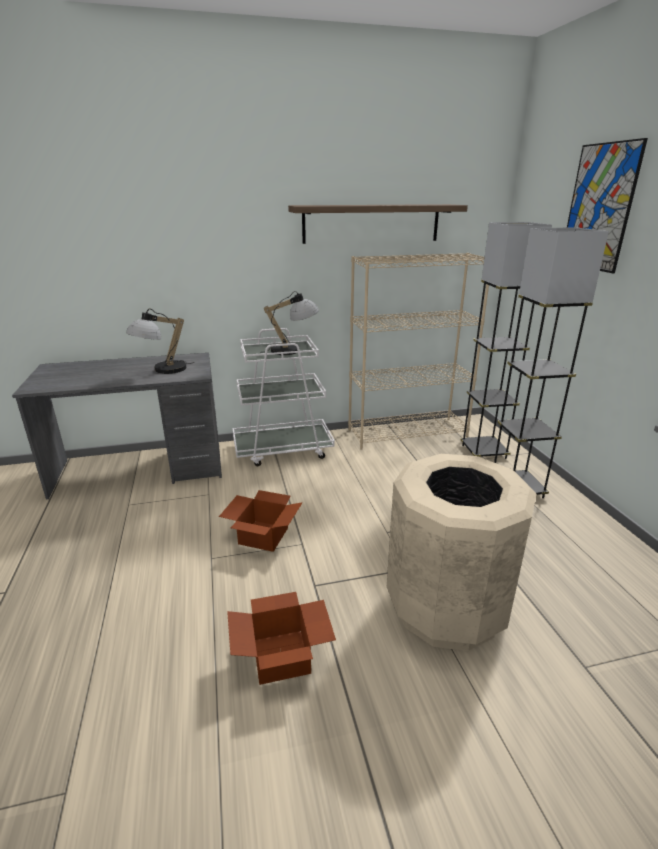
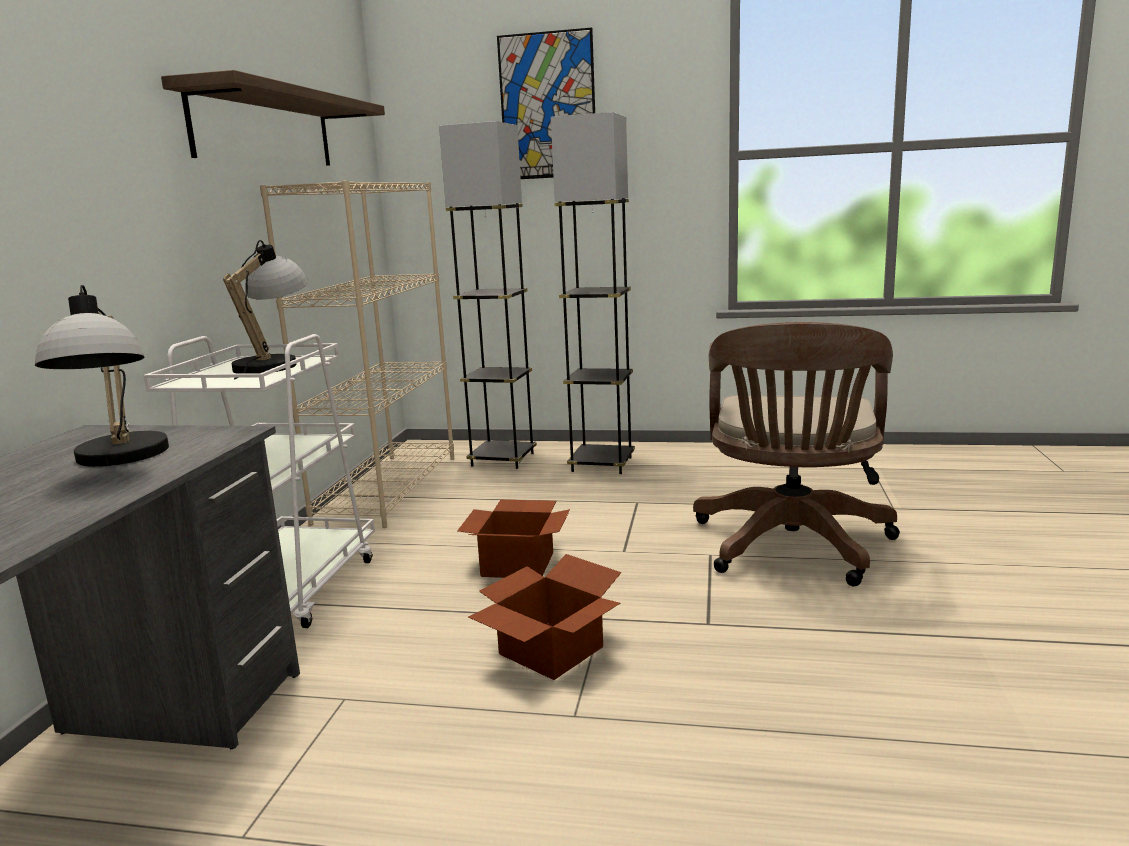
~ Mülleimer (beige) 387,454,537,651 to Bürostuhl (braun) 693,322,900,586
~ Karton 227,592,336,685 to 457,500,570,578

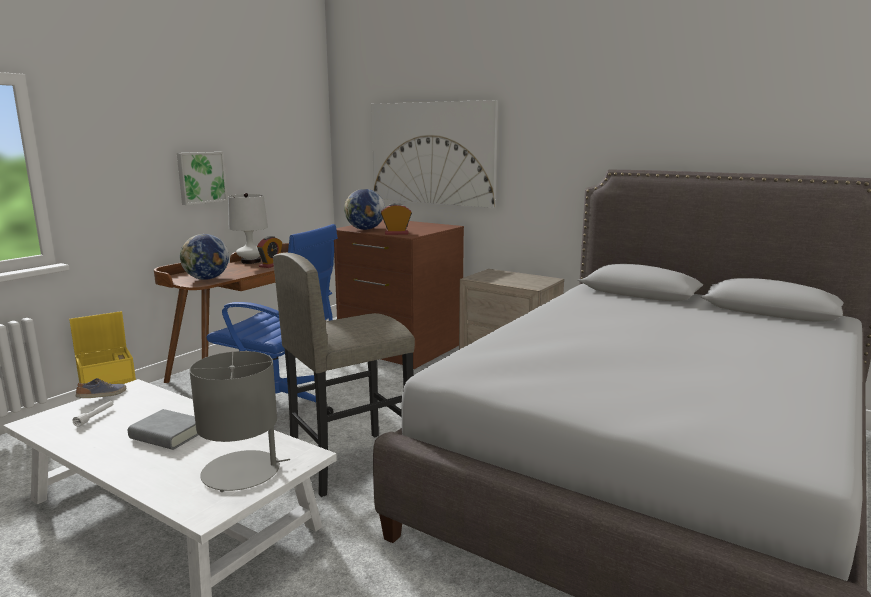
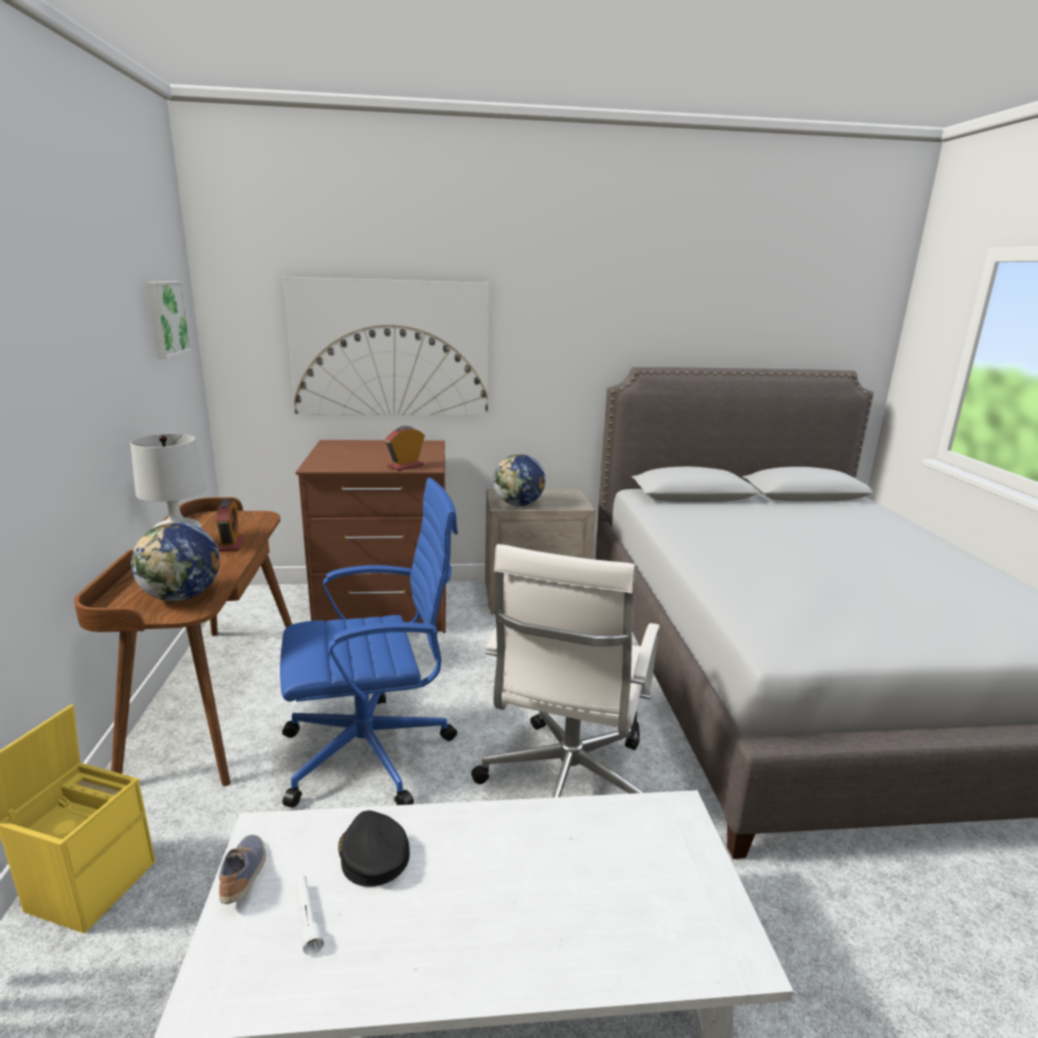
~ Bild 177,152,228,205 to 145,281,192,359
~ Globus 344,189,385,230 to 493,454,546,506
~ Hocker (grau) 273,253,415,497 to Bürostuhl (weiß) 471,544,660,797
- Tischlampe (grau) 190,351,290,492
- Buch (grau) 128,409,198,450
+ Kappe (schwarz) 338,810,410,887

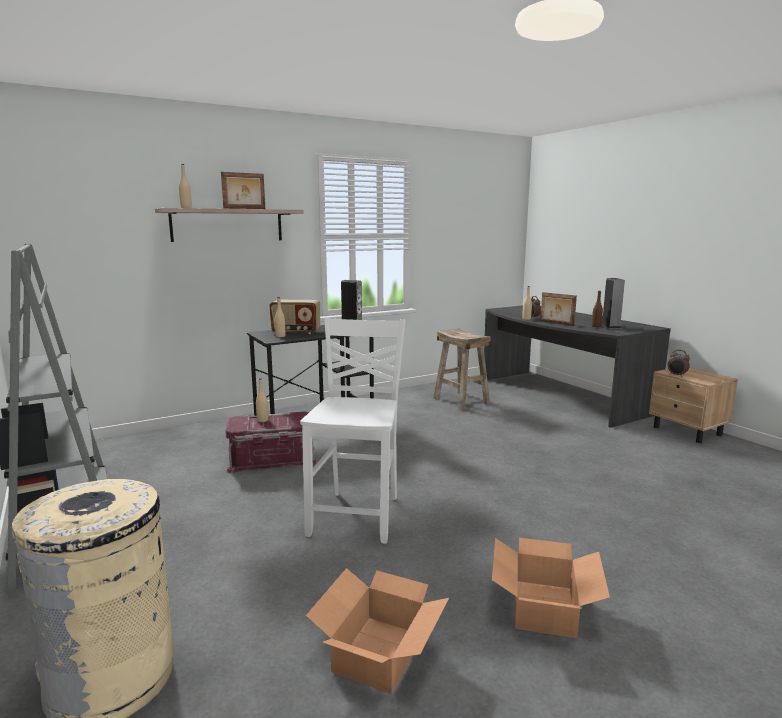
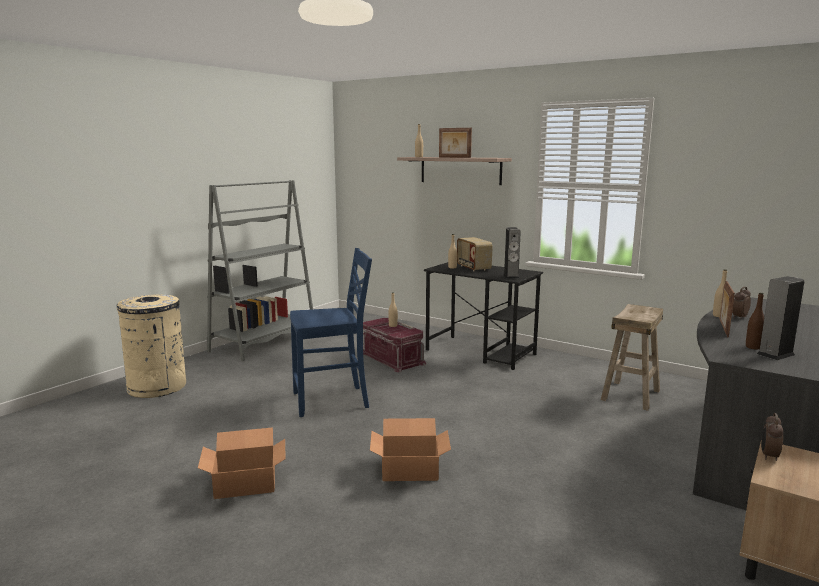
~ Stuhl (weiß) 300,317,406,544 to Stuhl (blau) 290,248,372,417
~ Karton 306,568,449,694 to 370,418,451,481

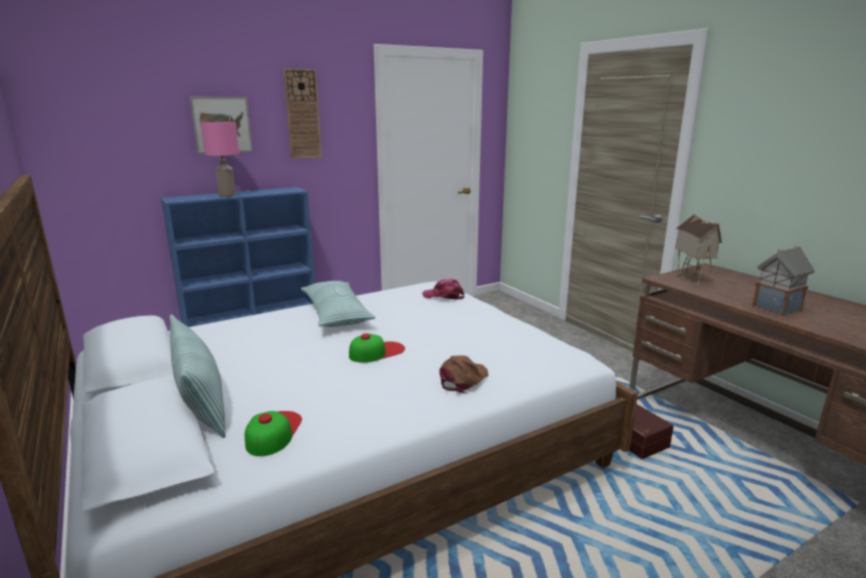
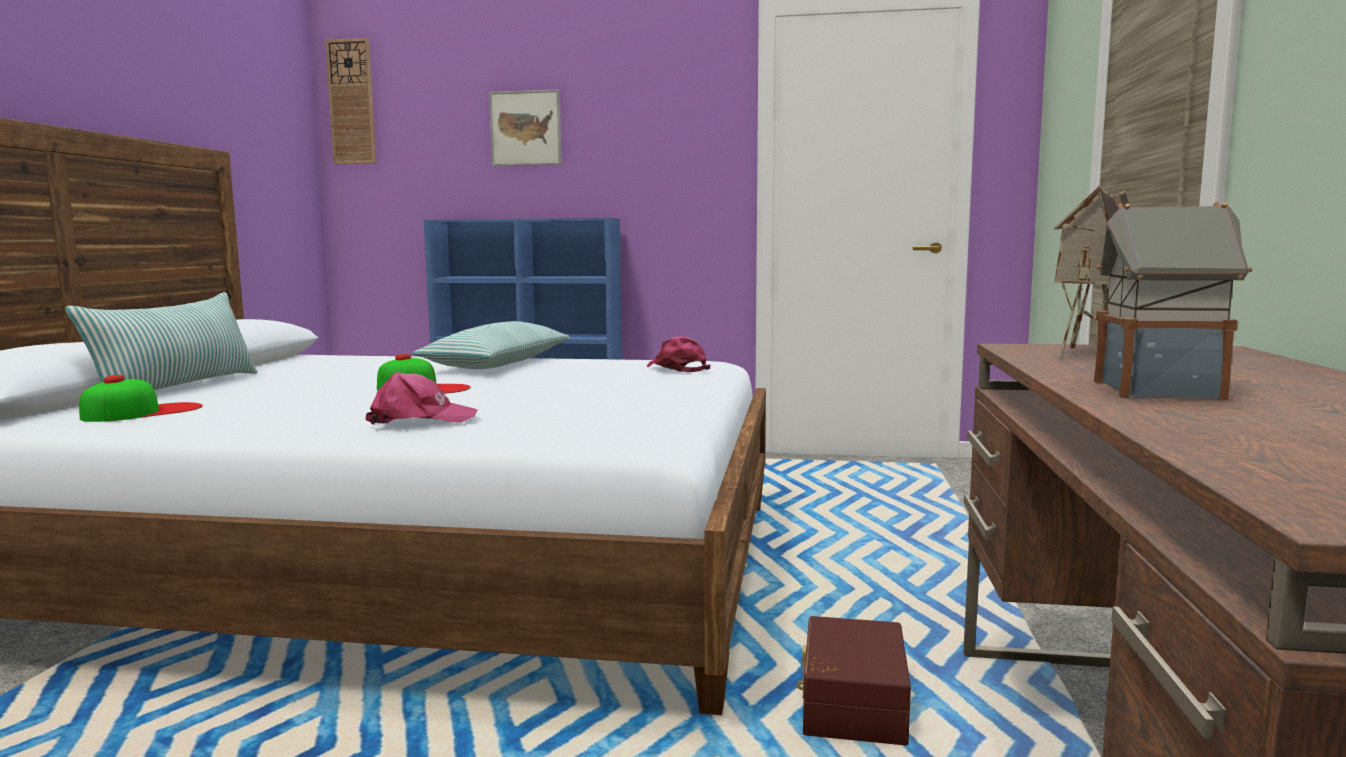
~ Wanduhr 284,68,322,159 to 325,38,377,164
- Tischlampe (rosa) 201,122,239,197
~ Kappe (braun) 439,355,488,393 to Kappe (rosa) 365,372,478,425

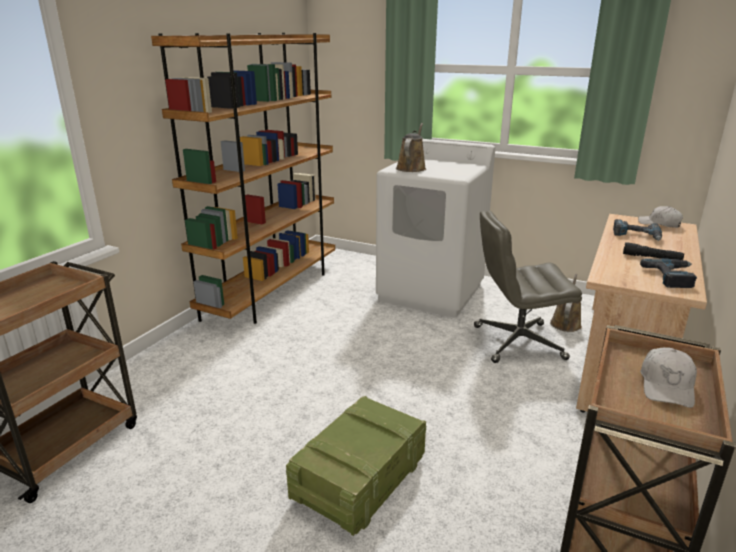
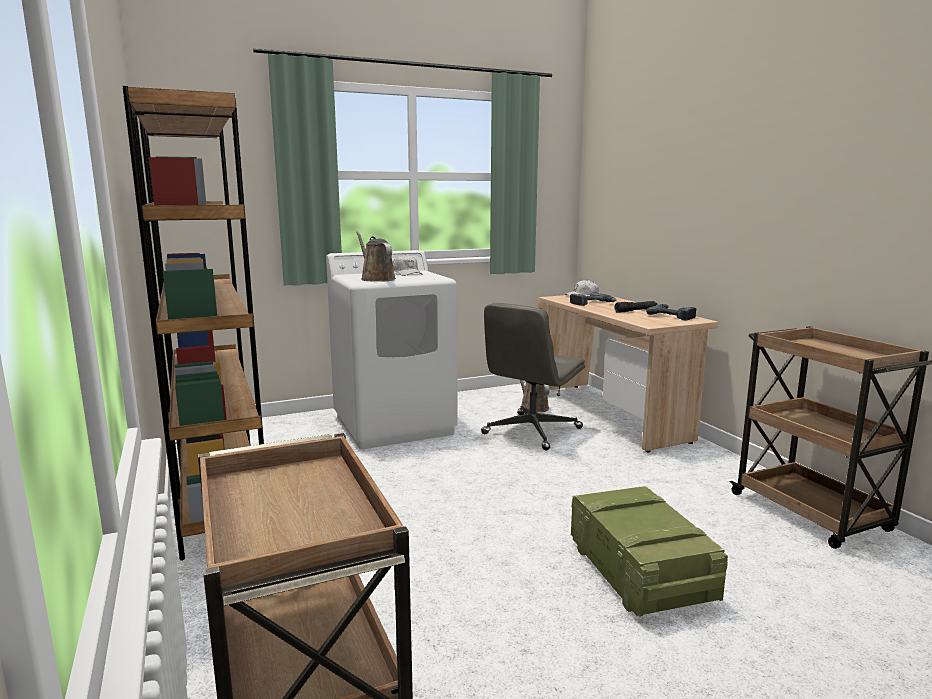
~ Kappe (weiß) 640,347,697,408 to 393,254,423,276

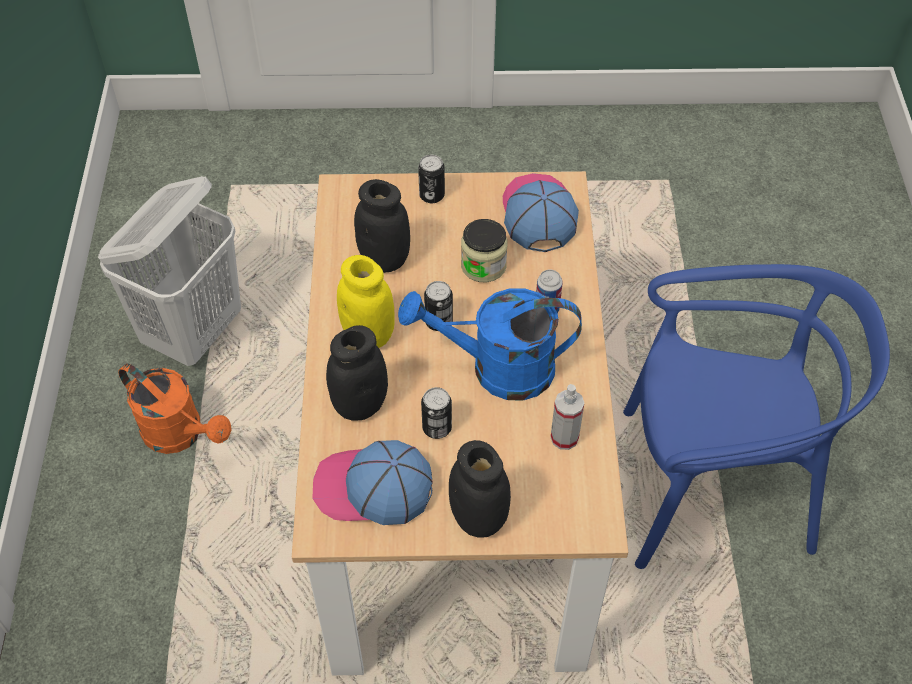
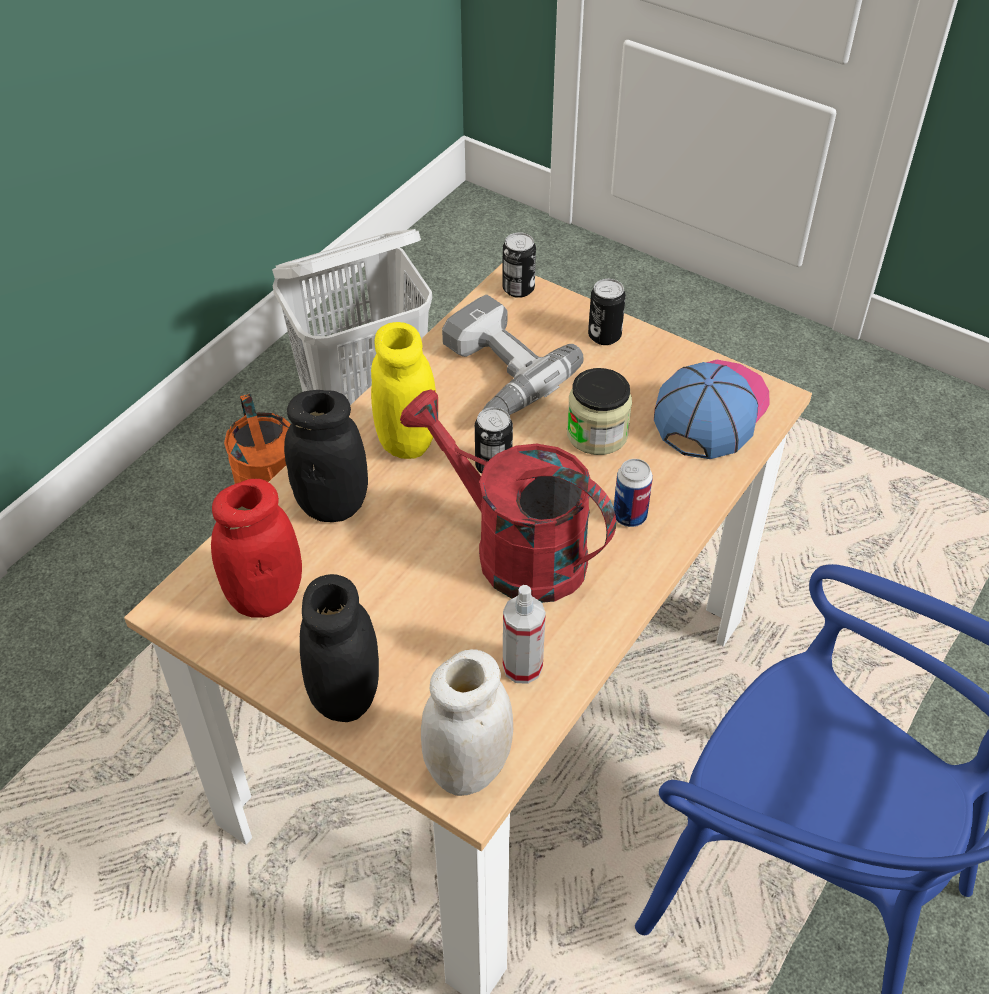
~ Vorratsglas (schwarz) 354,179,410,273 to Bohrmaschine 442,295,584,415
~ Gießkanne (blau) 398,288,582,401 to Gießkanne (rot) 400,389,616,603
~ Dose 421,387,452,439 to 502,232,536,298
~ Kappe 312,440,433,525 to Vorratsglas (rot) 211,479,302,618
+ Vorratsglas (weiß) 421,649,513,796

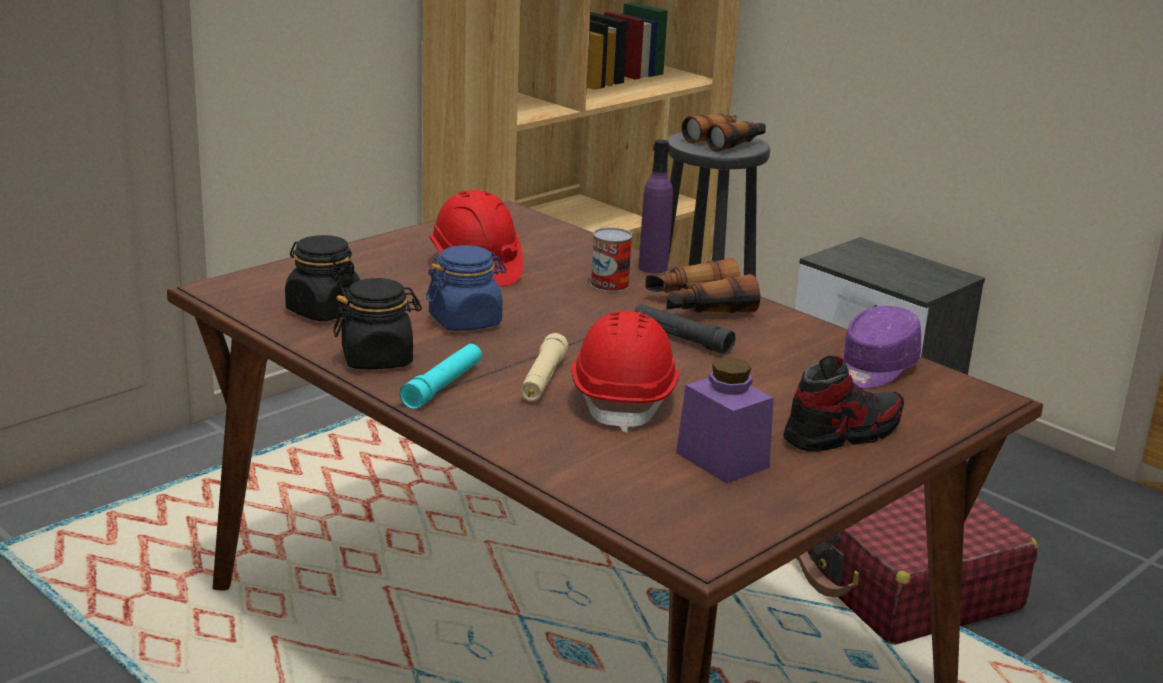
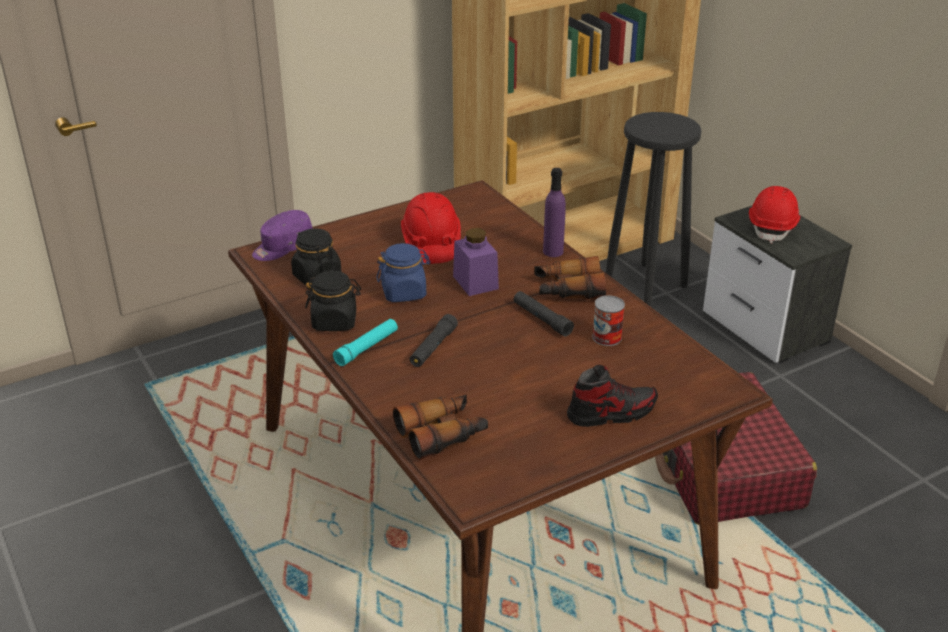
~ Fernglas 682,114,766,152 to 393,395,488,461
~ Dose 591,228,632,292 to 592,295,625,346
~ Kappe (lila) 842,306,921,389 to 252,210,313,261
~ Schutzhelm (rot) 572,311,679,432 to 749,186,801,243
~ Taschenlampe (beige) 520,333,568,402 to Taschenlampe (schwarz) 409,314,458,367
~ Vorratsglas (lila) 676,357,774,484 to 453,228,499,296

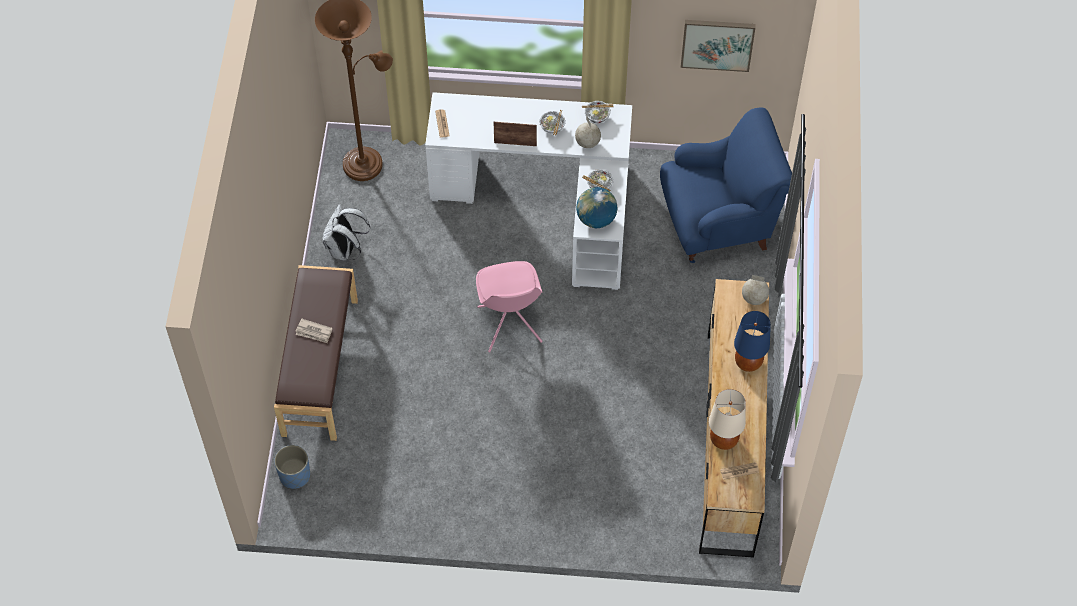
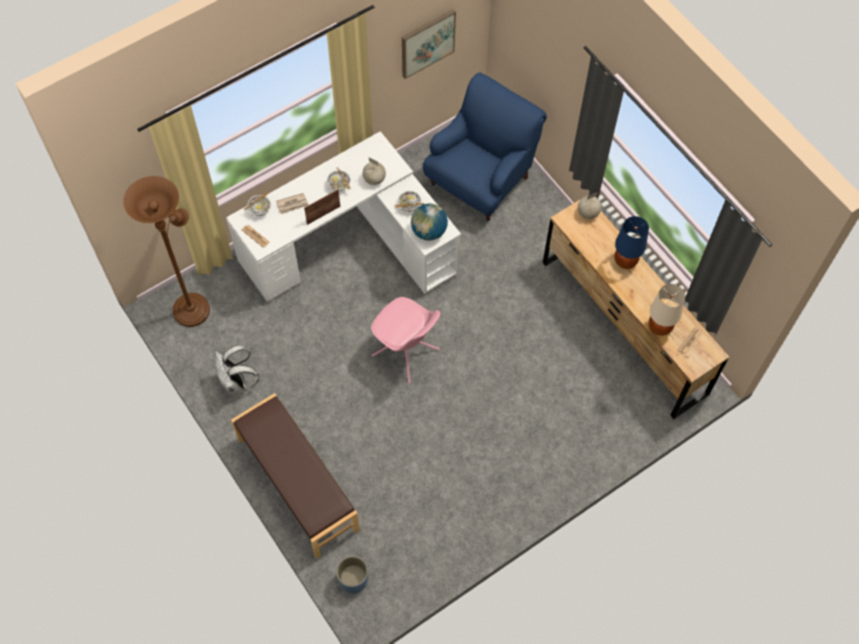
~ Schüssel 582,101,614,123 to 244,192,271,216
~ Zeitung 295,319,332,343 to 276,193,309,214

